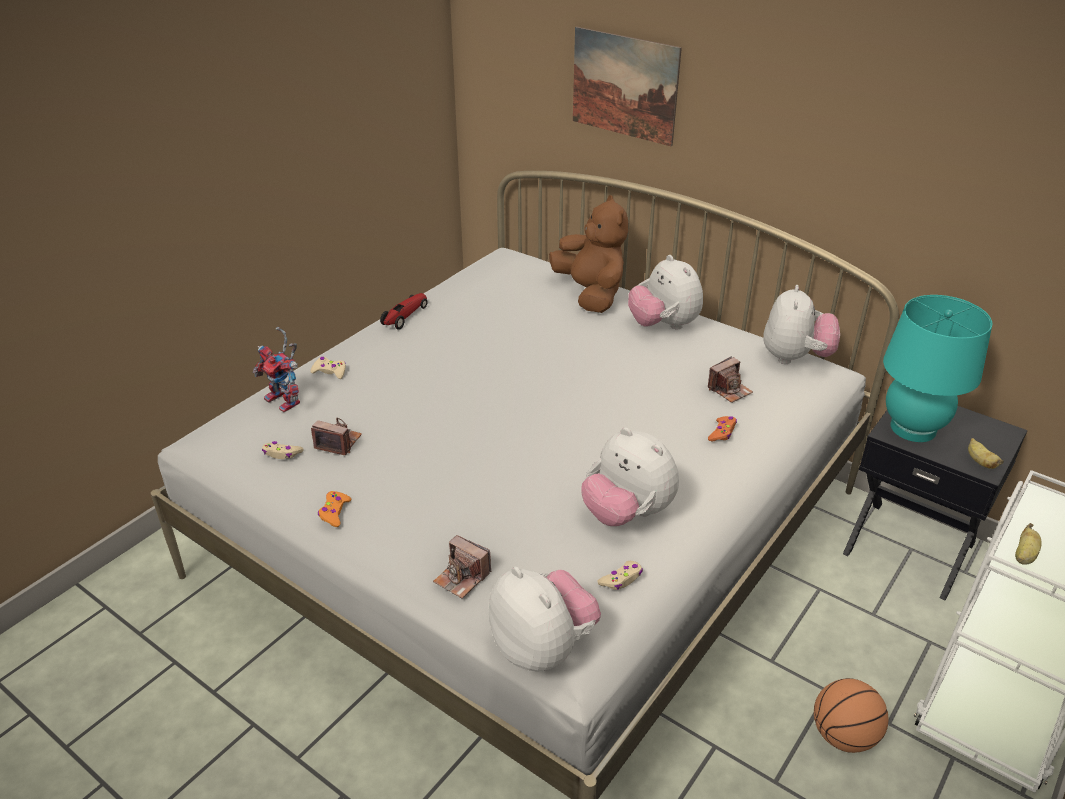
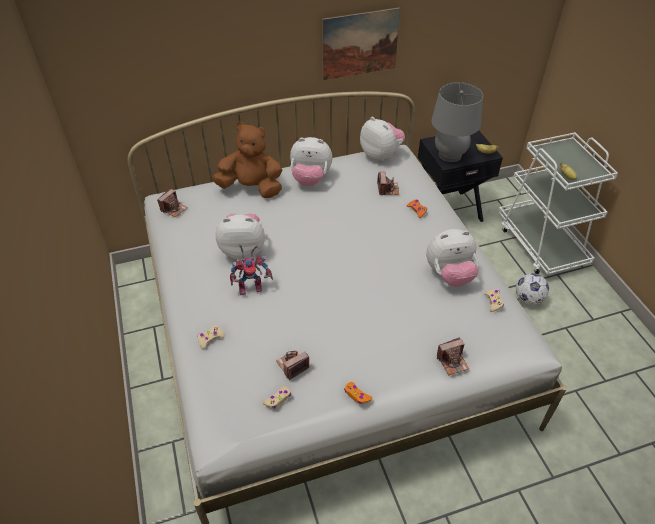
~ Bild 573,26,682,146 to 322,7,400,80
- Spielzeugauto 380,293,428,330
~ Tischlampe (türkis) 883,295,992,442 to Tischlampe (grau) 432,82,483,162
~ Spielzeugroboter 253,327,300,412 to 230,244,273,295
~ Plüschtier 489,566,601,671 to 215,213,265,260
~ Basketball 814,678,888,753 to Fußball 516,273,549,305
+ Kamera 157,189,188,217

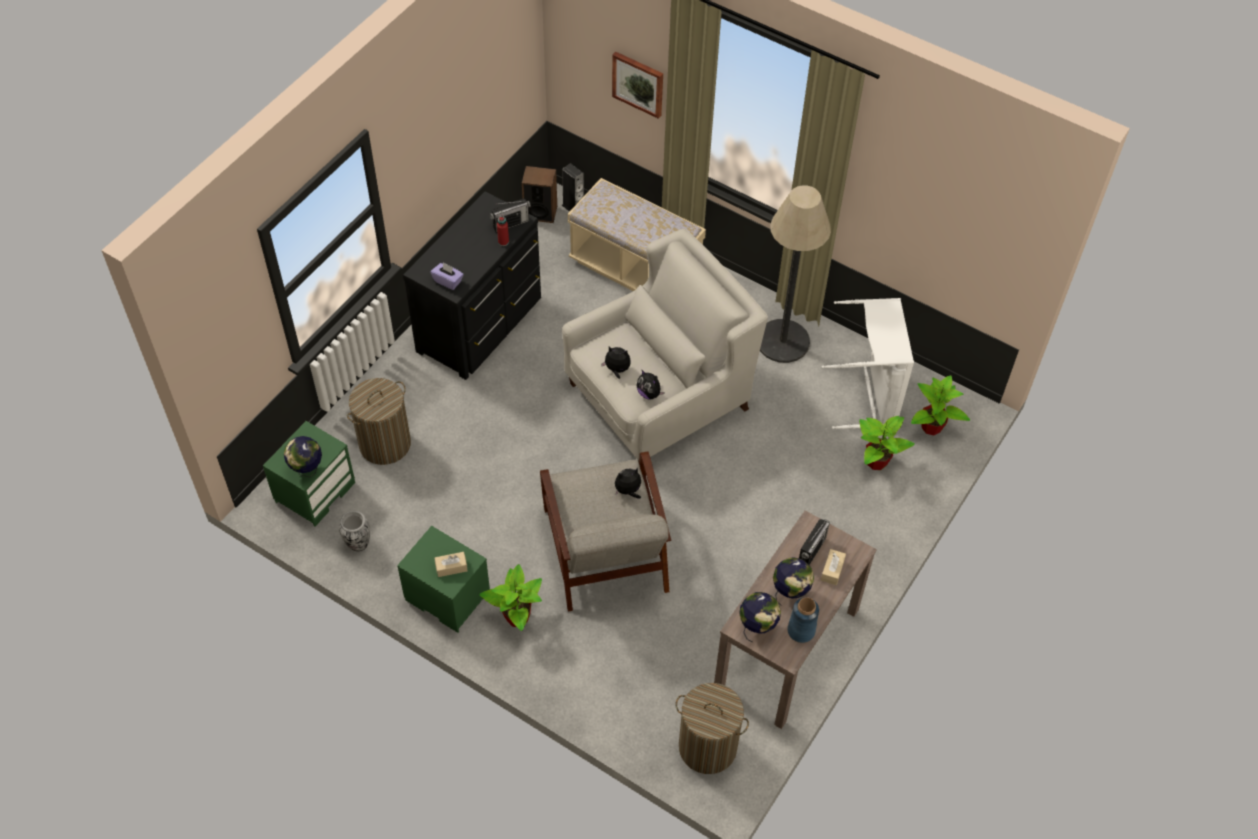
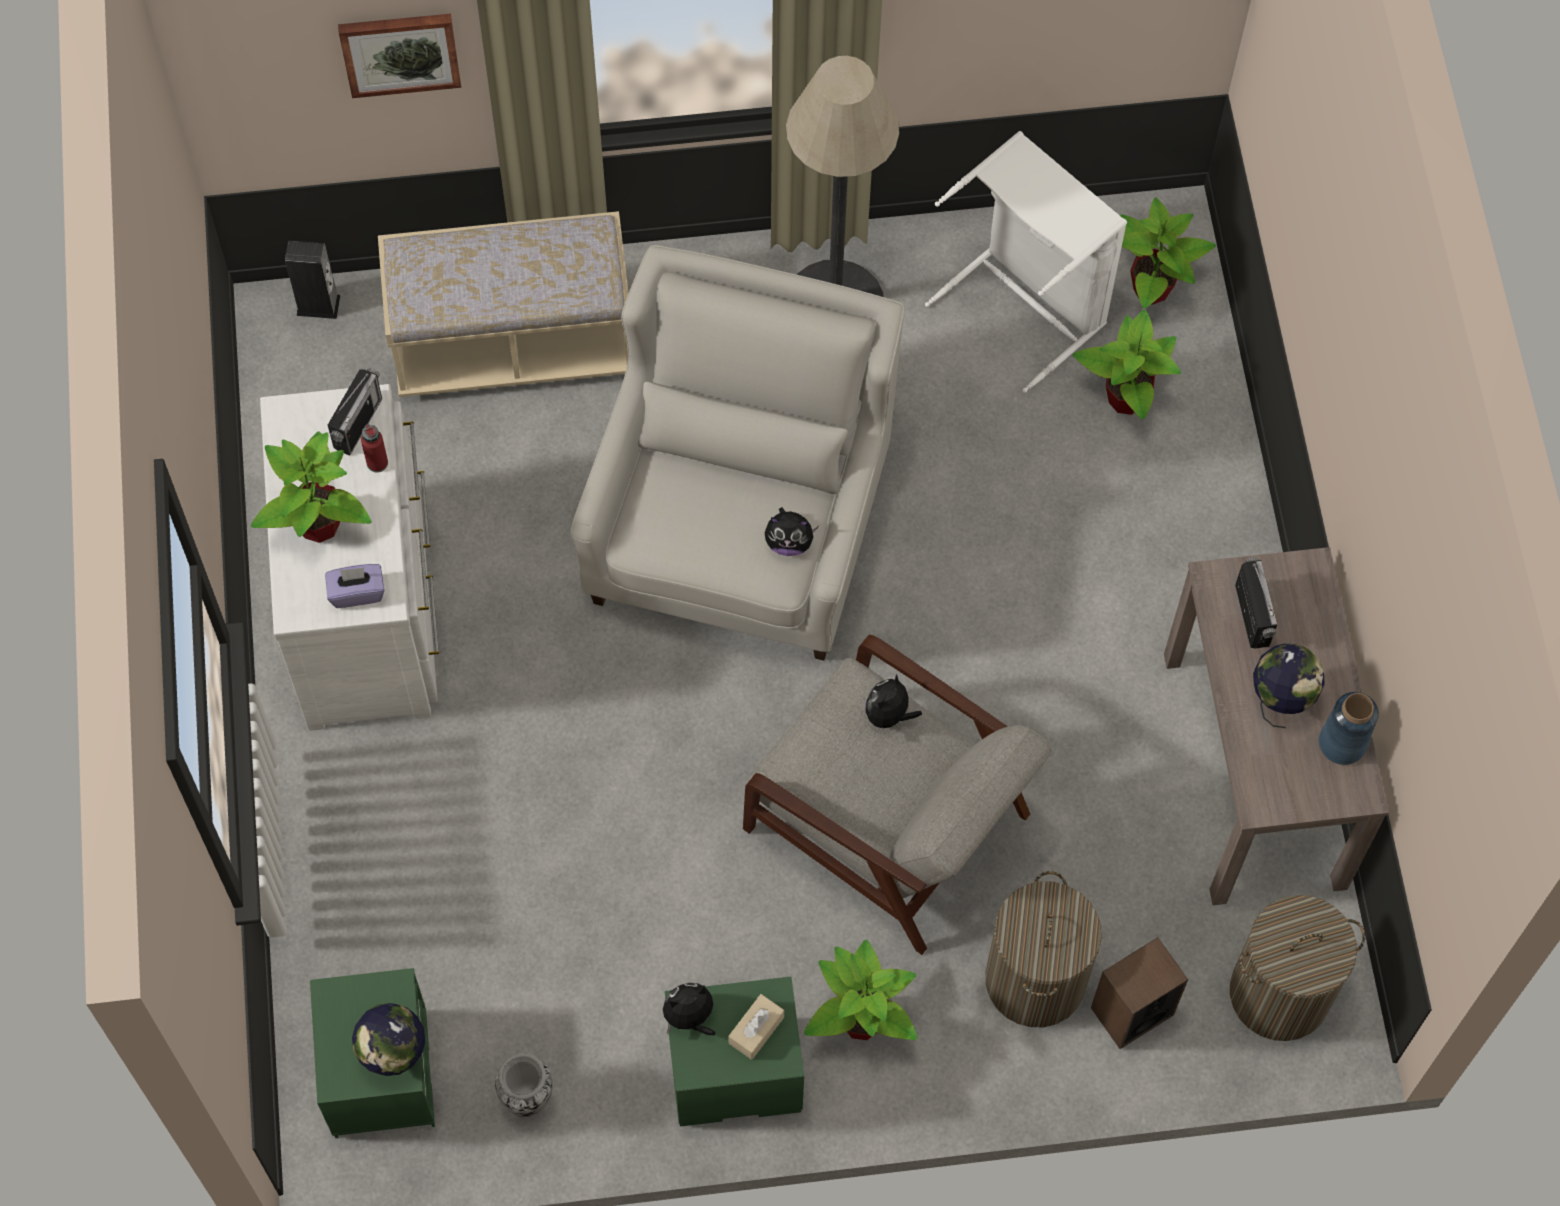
~ Lautsprecher 522,166,557,223 to 1091,937,1188,1049
~ Kommode (schwarz) 403,192,541,380 to Kommode (weiß) 260,384,439,731
~ Plüschtier 601,346,631,379 to 663,983,715,1035
~ Wäschekorb 347,378,411,465 to 985,871,1102,1027
- Taschentuchbox (beige) 821,549,846,585
- Globus 739,592,781,643
+ Topfpflanze 251,432,371,543

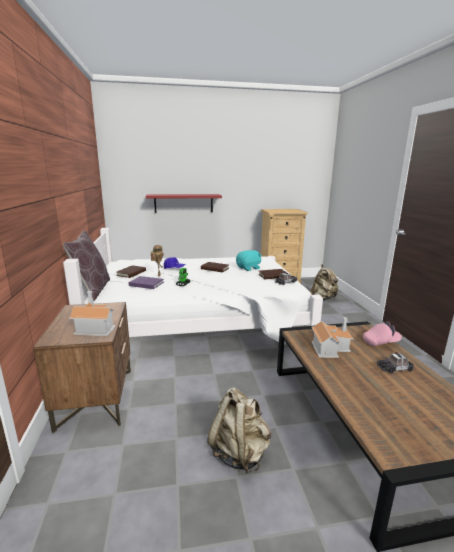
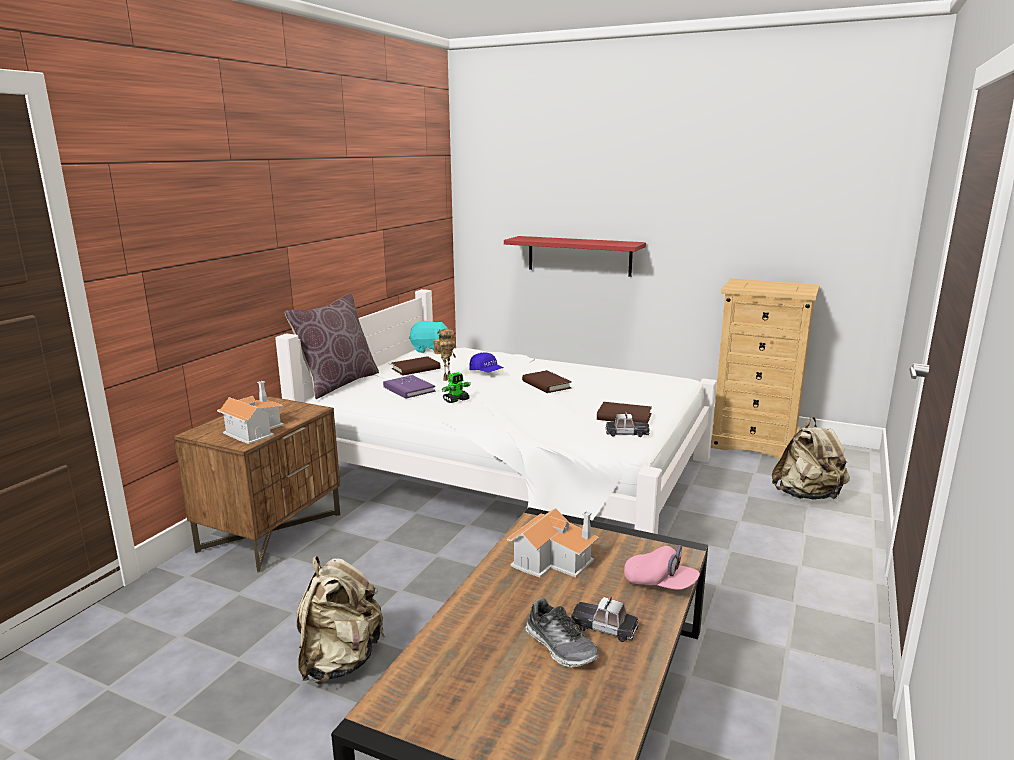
~ Plüschtier (türkis) 236,250,261,271 to 409,321,448,353
+ Schuh 525,598,599,668

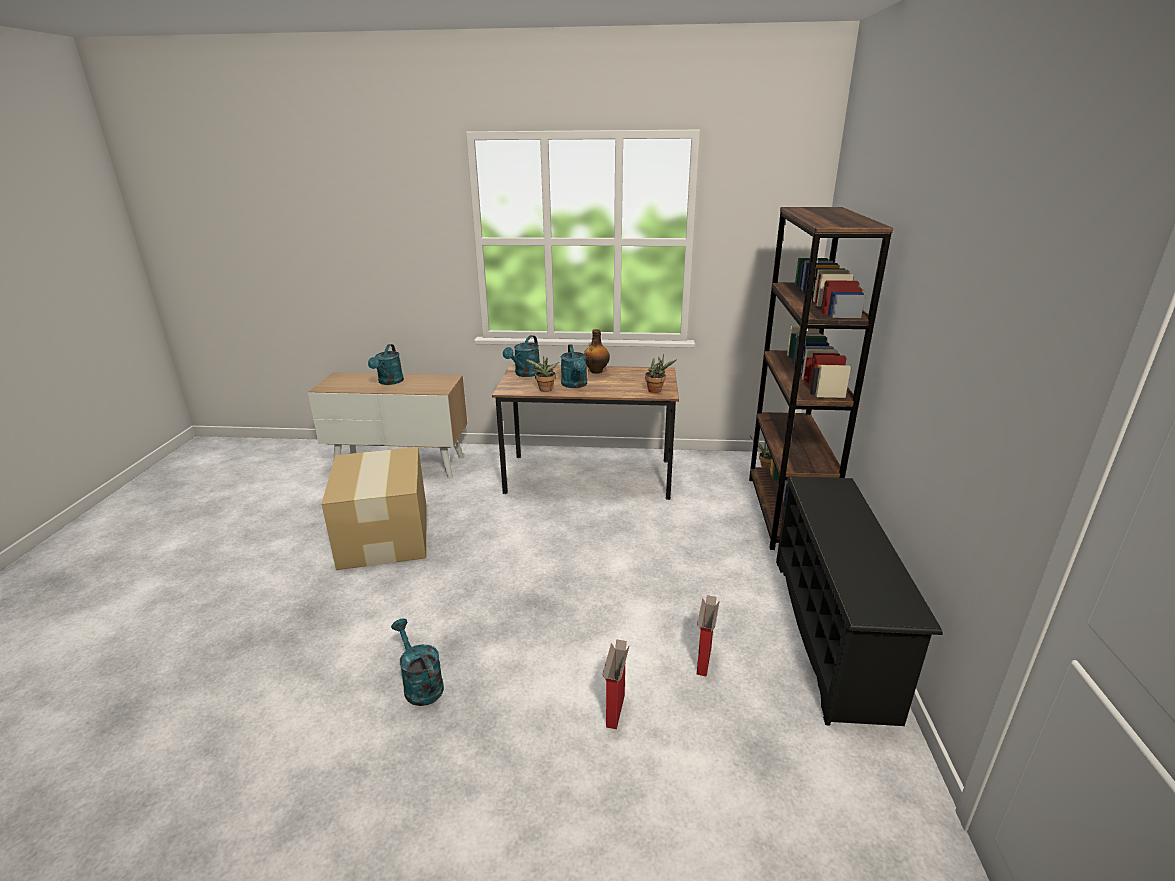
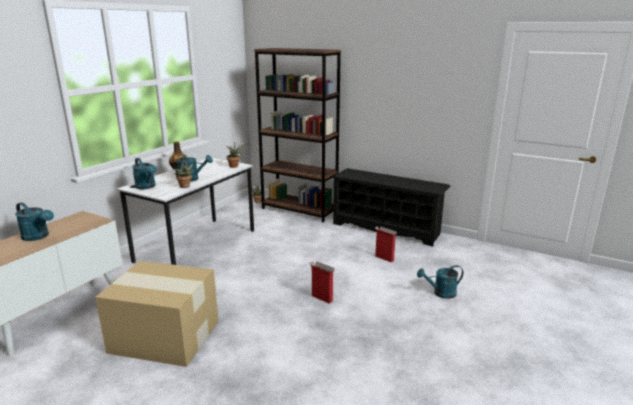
~ Schreibtisch (braun) 492,364,679,500 to Schreibtisch (weiß) 117,158,254,265
~ Gießkanne (türkis) 391,619,444,706 to 417,265,463,299
~ Karton 602,639,629,729 to 309,261,334,304

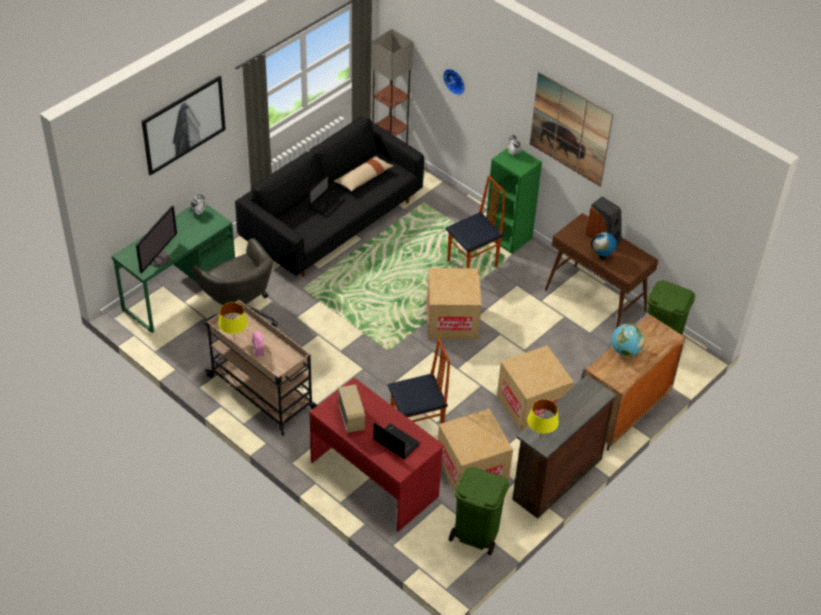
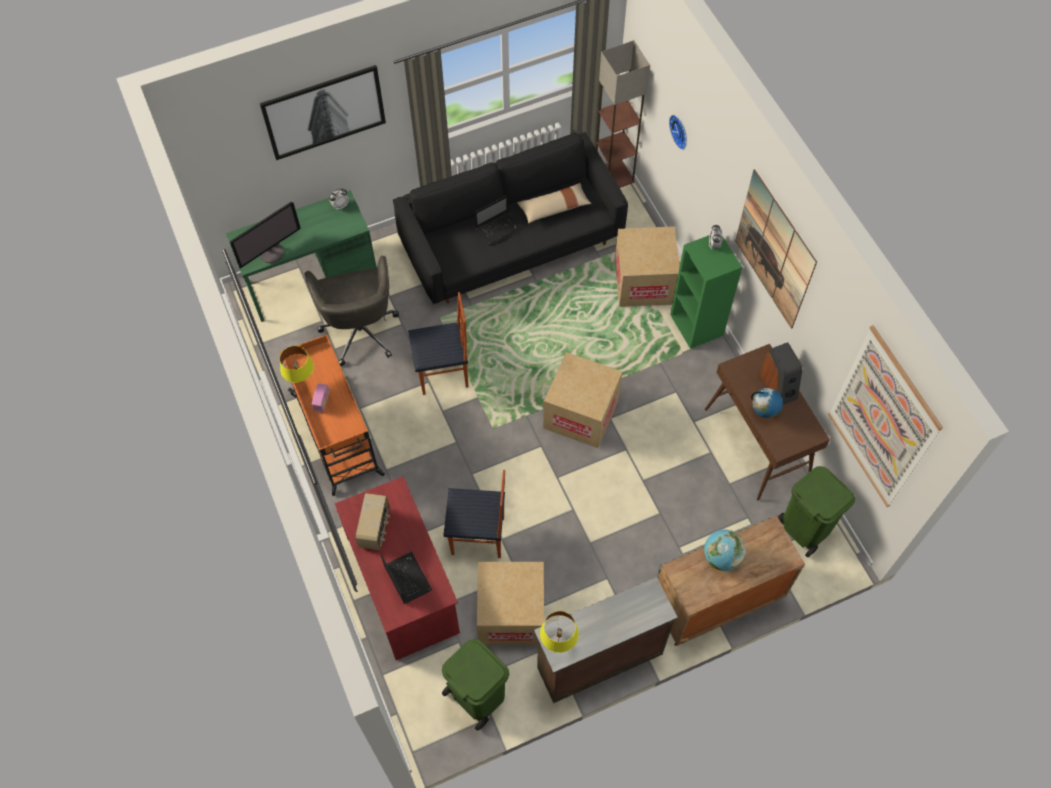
~ Stuhl 446,175,506,268 to 408,292,468,395
~ Rollwagen (beige) 205,300,318,436 to Rollwagen (orange) 280,334,385,496
~ Karton 497,345,574,432 to 615,226,680,307
+ Bild 828,325,943,507

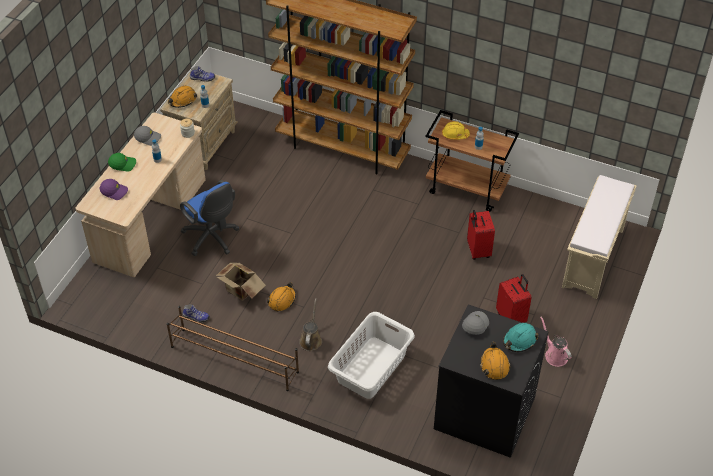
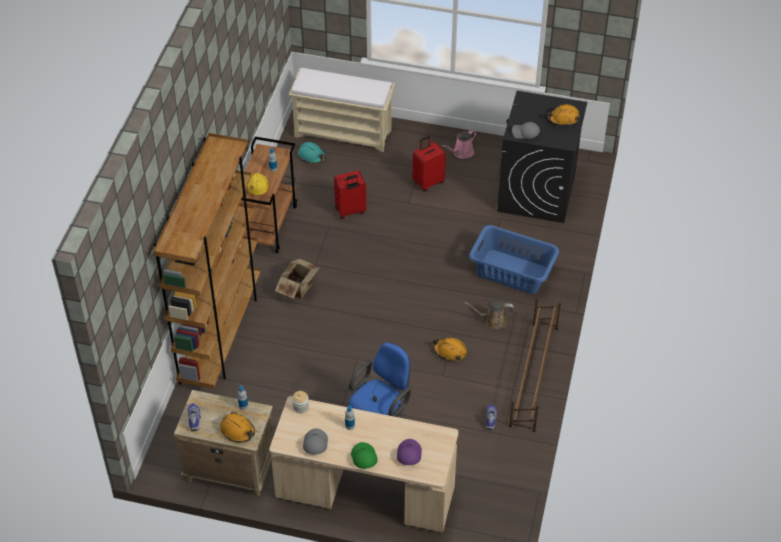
~ Karton 216,263,266,301 to 275,259,320,299
~ Wäschekorb (weiß) 328,312,415,399 to Wäschekorb (blau) 469,225,559,294
~ Schutzhelm (türkis) 503,323,538,352 to 298,142,326,164

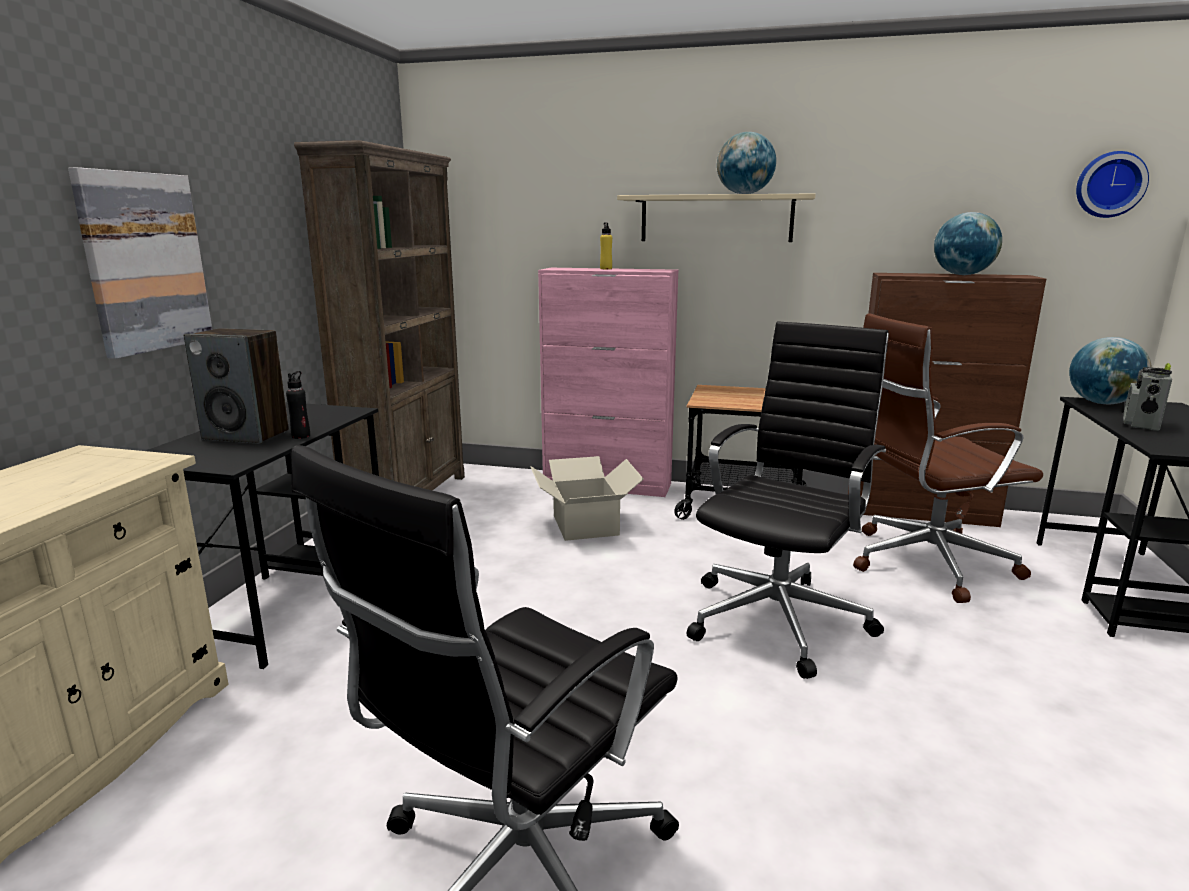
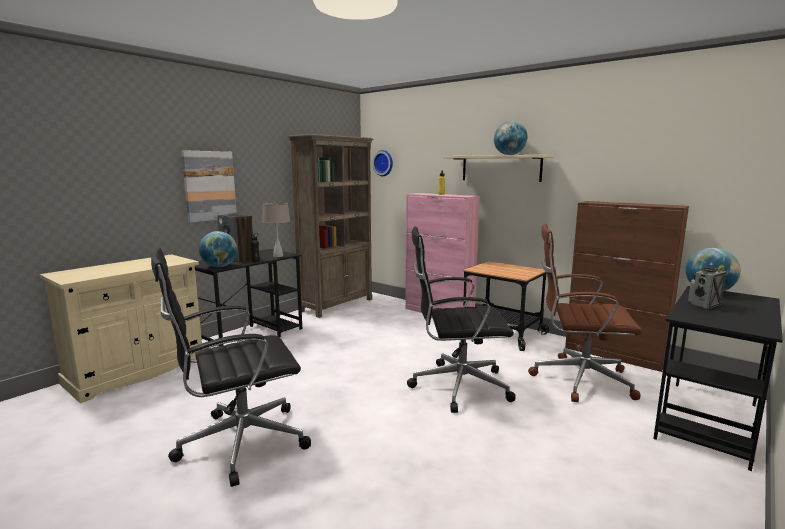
~ Wanduhr 1076,151,1149,218 to 372,150,393,176
~ Globus 934,212,1002,275 to 199,231,237,267
~ Bürostuhl (schwarz) 687,321,889,679 = 407,227,515,413 150 degrees counterclockwise
- Karton 530,456,644,541
+ Tischlampe (beige) 262,202,290,257

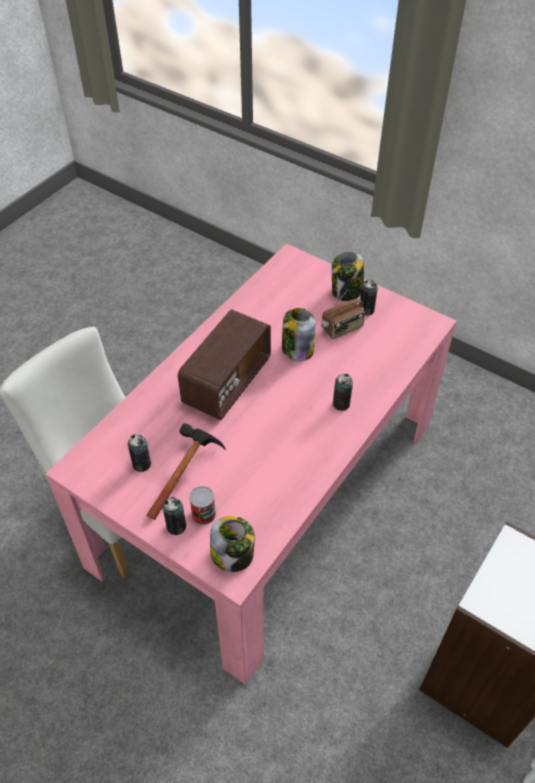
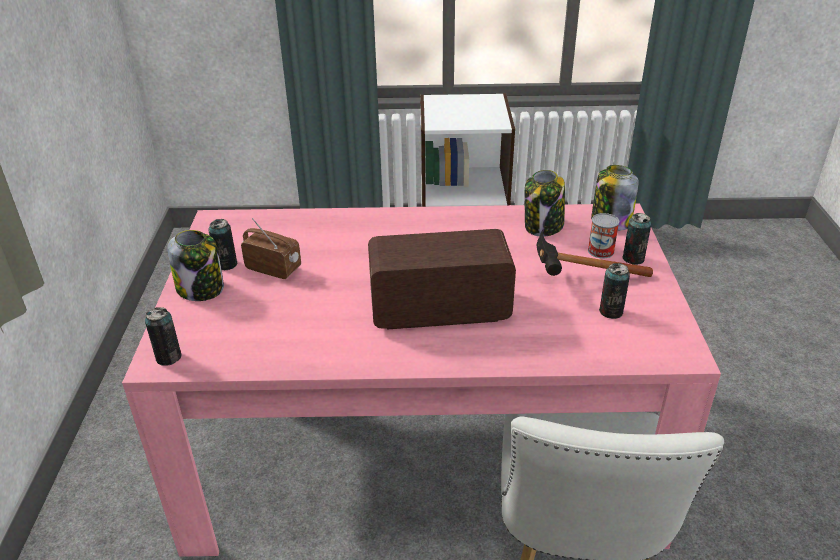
~ Vorratsglas 282,308,316,361 to 525,170,565,237
~ Dose 333,374,353,411 to 145,307,181,366

